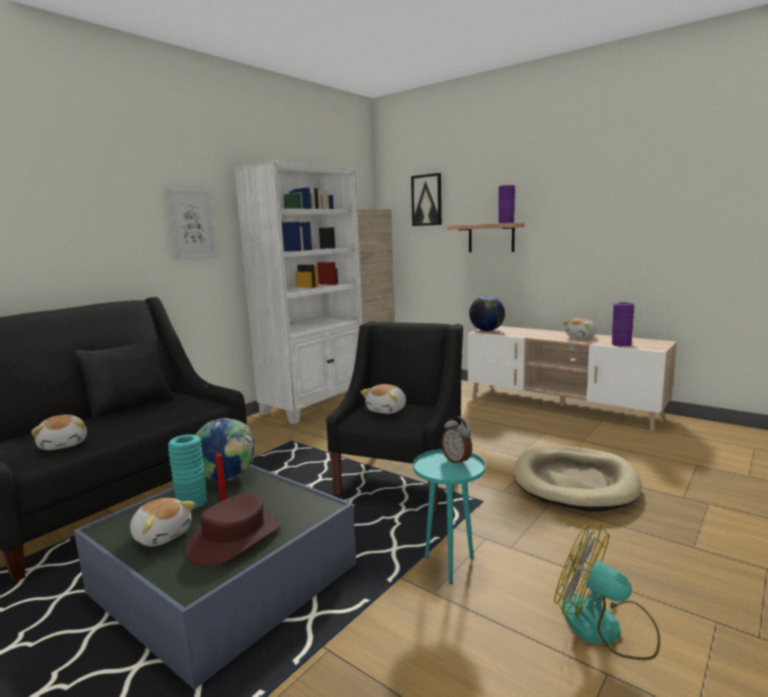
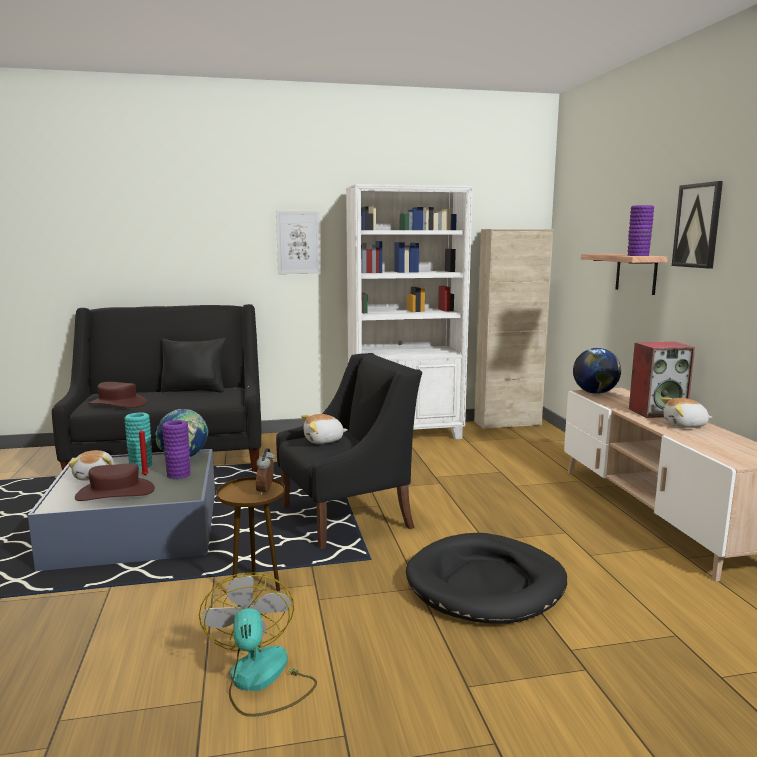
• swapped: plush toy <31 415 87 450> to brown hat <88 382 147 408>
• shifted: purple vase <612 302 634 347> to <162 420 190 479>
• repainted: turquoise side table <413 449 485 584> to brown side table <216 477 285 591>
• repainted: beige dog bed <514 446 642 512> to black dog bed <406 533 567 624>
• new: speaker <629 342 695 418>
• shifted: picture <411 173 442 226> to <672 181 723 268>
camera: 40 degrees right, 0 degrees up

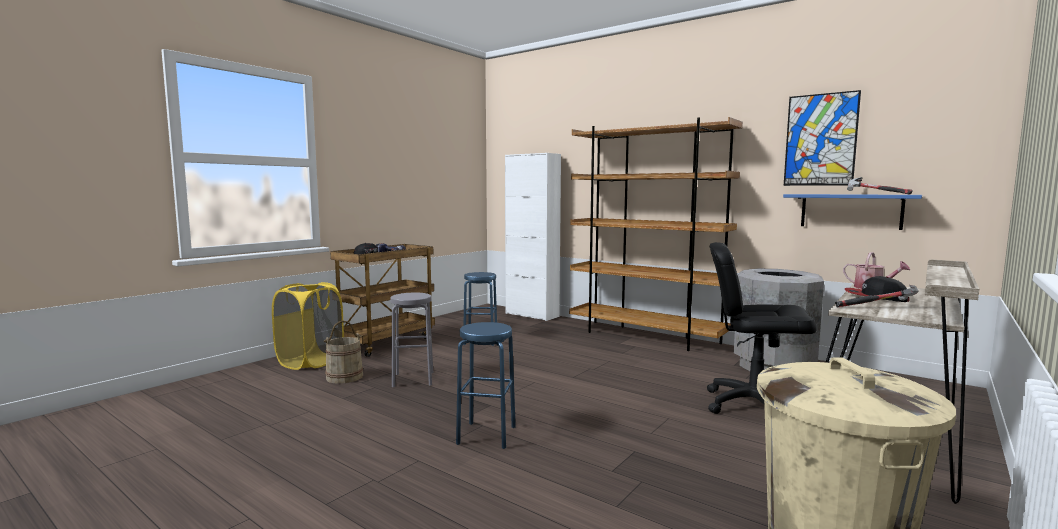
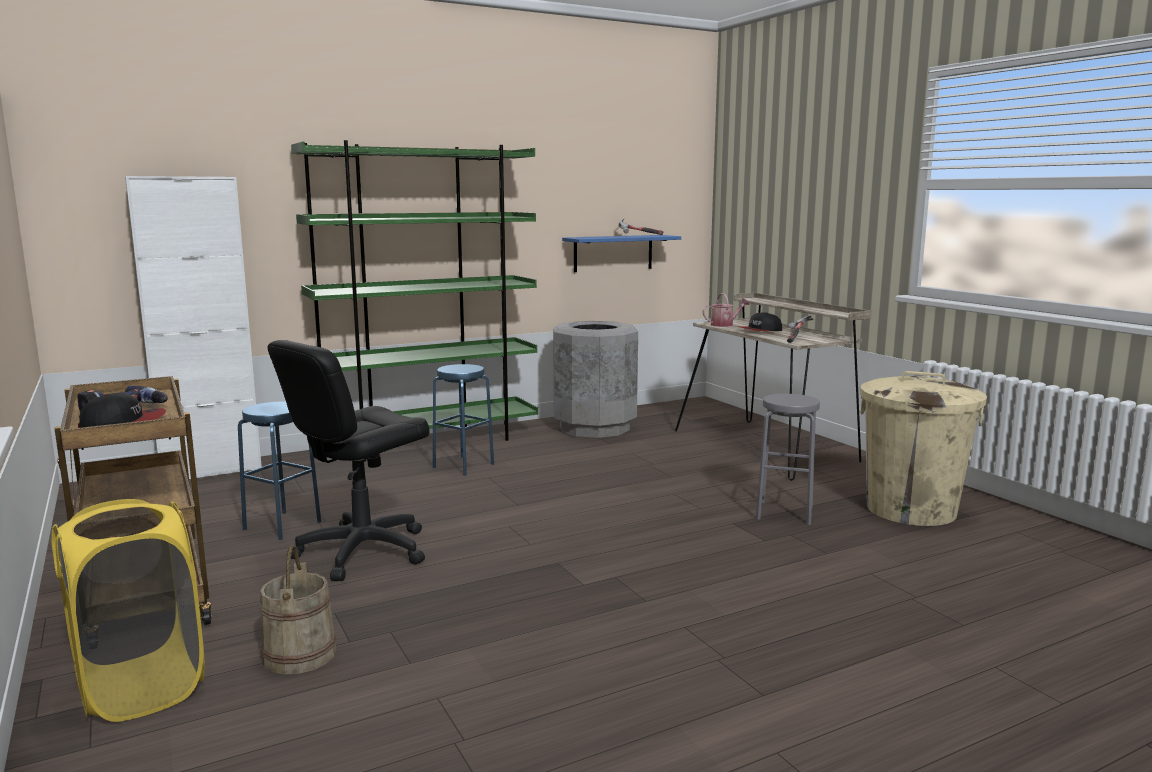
• shifted: black office chair <707 242 817 414> to <267 340 430 581>
• repainted: brown bookcase <569 117 743 351> to green bookcase <291 140 538 462>
• shifted: blue stool <456 322 516 449> to <433 364 494 476>
• shifted: grey stool <390 293 433 387> to <756 394 820 525>
• gone: picture <784 90 861 186>
camera: 65 degrees left, 5 degrees up

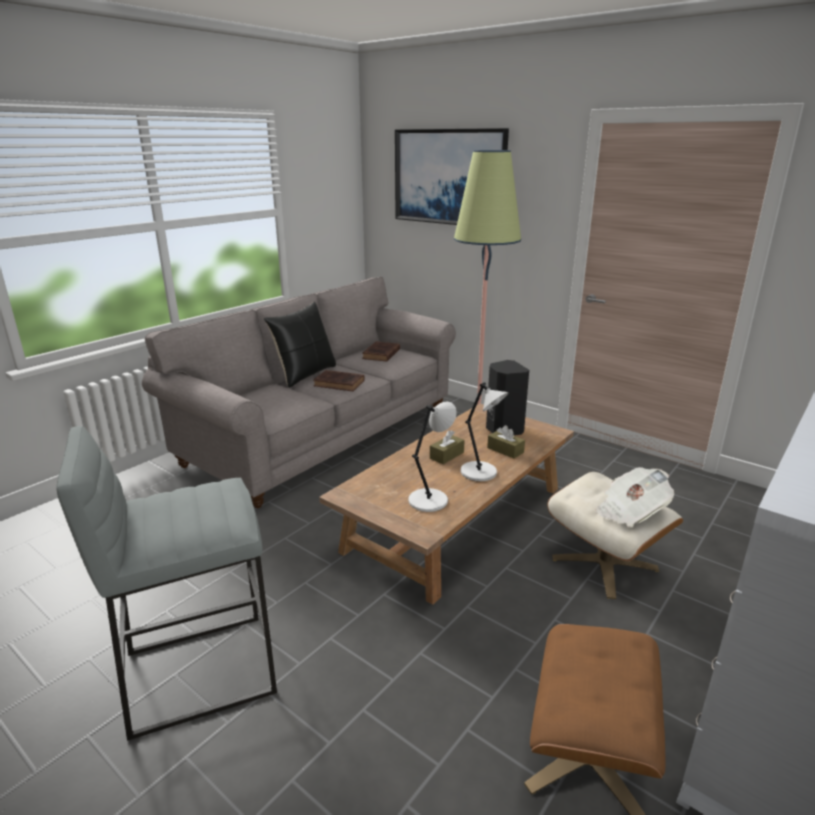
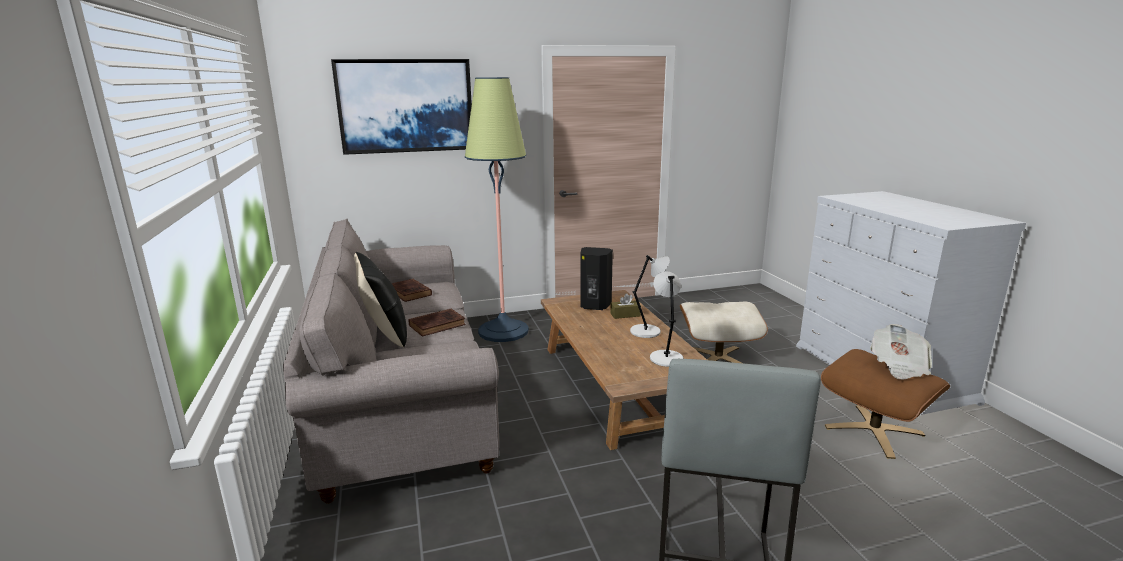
• shifted: newspaper <596 467 674 527> to <870 324 932 379>
• gone: brown tissue box <430 430 465 464>
camera: 55 degrees left, 5 degrees down

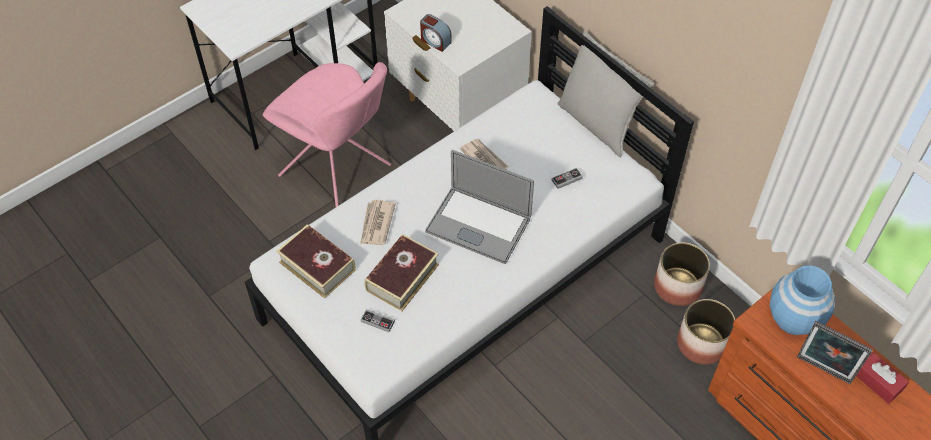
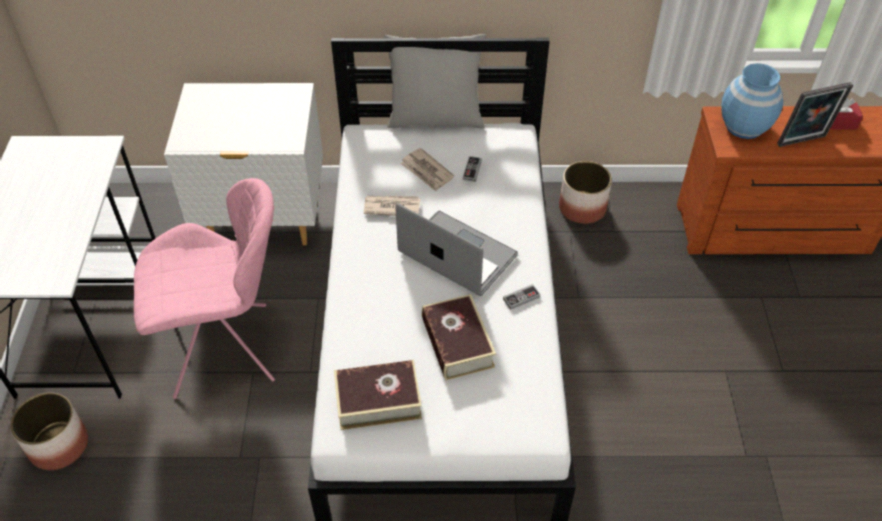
• shifted: planter <677 299 735 364> to <10 393 88 470>
• rotated: laptop <425 150 534 264> = <395 203 518 296> 120 degrees counterclockwise
• shifted: newspaper <360 200 396 245> to <400 148 454 192>
• shifted: game controller <361 309 395 332> to <503 284 540 310>
• gone: alarm clock <420 14 452 52>
camera: 50 degrees left, 5 degrees down

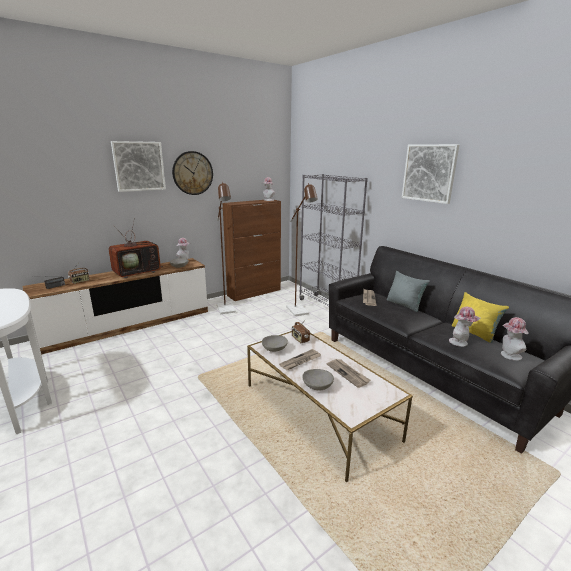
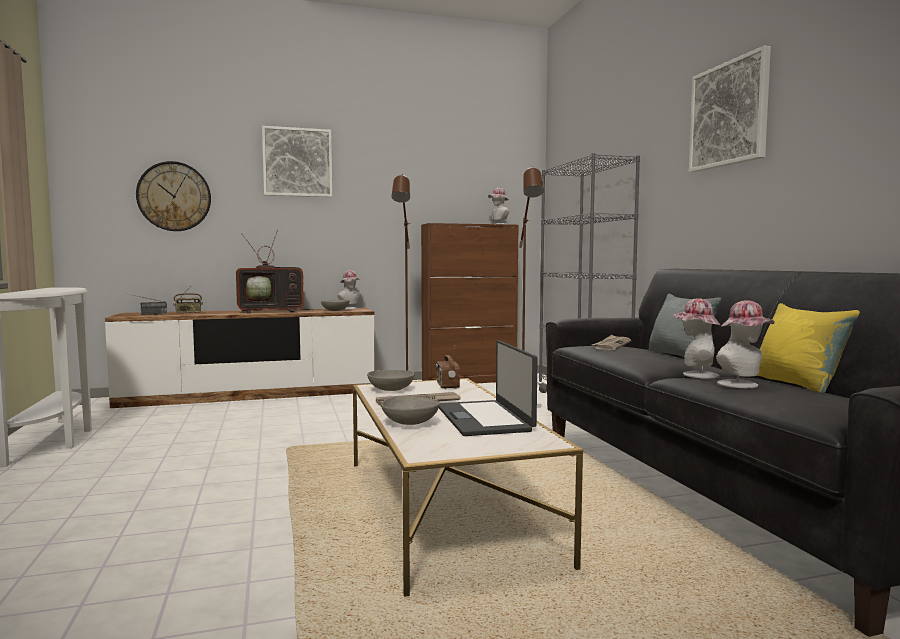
• shifted: wall clock <172 151 213 195> to <136 161 211 231>
• swapped: newspaper <327 359 371 388> to laptop <439 340 538 436>
• shifted: hat <501 317 529 361> to <673 299 720 379>
camera: 20 degrees right, 15 degrees down

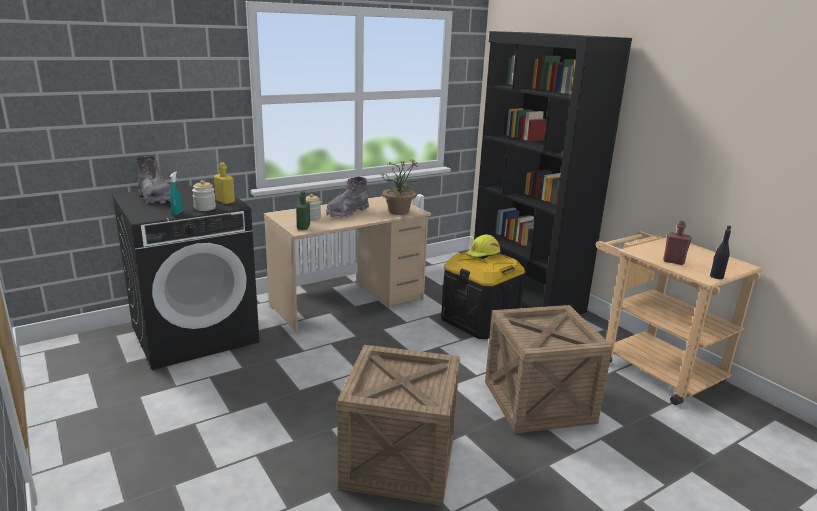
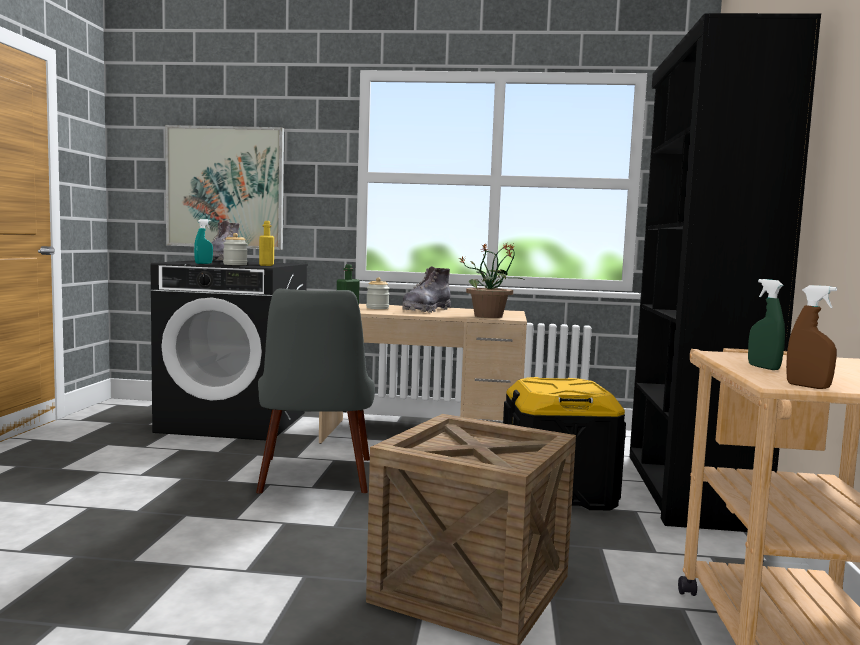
• new: picture <165 125 284 250>
• new: grey chair <256 289 375 493>
• rotated: grey boot <326 177 369 218> = <402 266 451 313> 45 degrees counterclockwise
• swapped: red bottle <663 221 692 265> to green spray bottle <748 279 785 370>
• swapped: black bottle <710 226 731 279> to brown spray bottle <786 285 837 389>
• gone: crate <337 345 460 506>
• gone: yellow hard hat <466 234 501 261>
camera: 40 degrees right, 15 degrees down

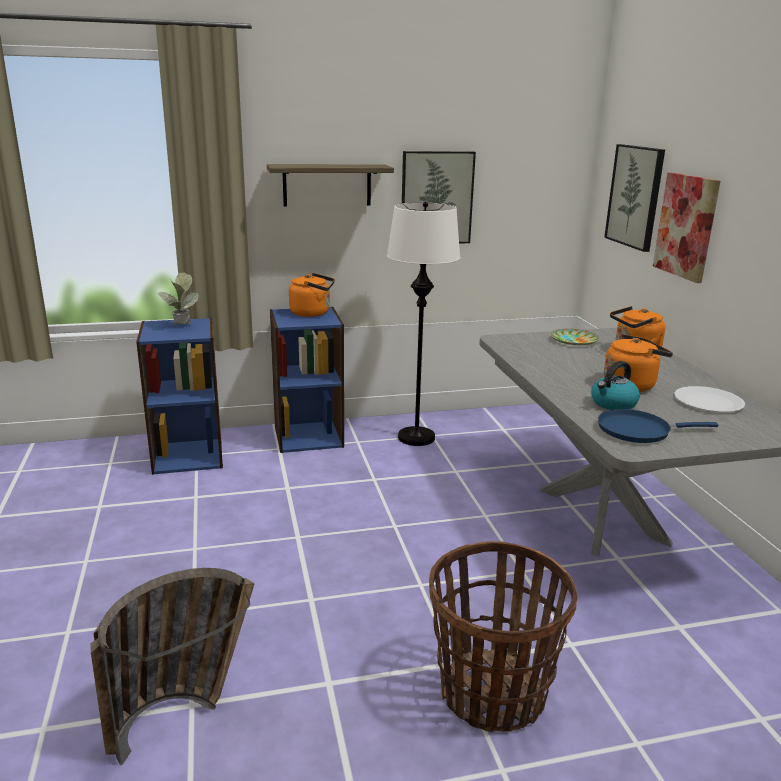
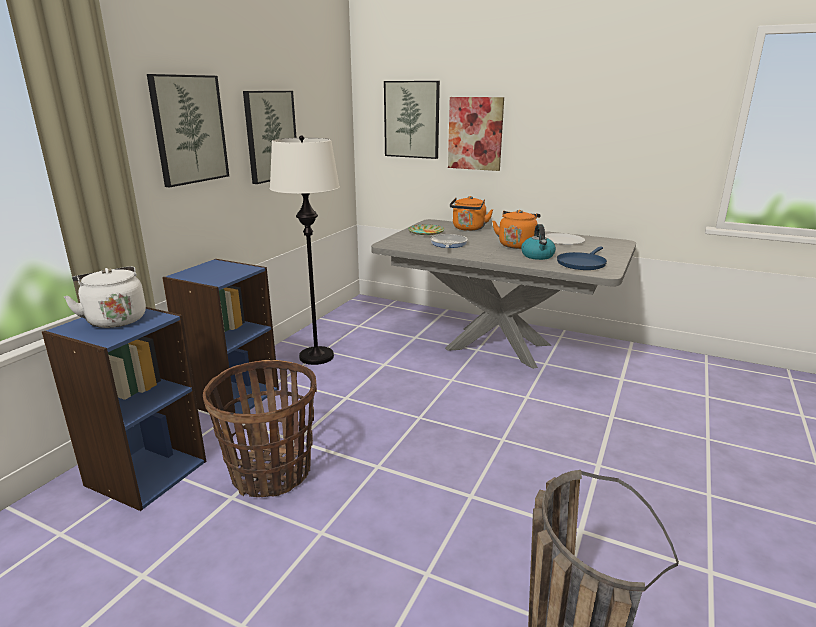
• swapped: potted plant <158 273 199 325> to white kettle <64 266 146 328>
• swapped: shelf <267 164 394 207> to picture <147 74 229 187>
• shifted: basket <429 541 577 732> to <203 360 317 497>
• new: frying pan <430 234 468 248>
• gone: orange kettle <289 273 335 317>
camera: 50 degrees left, 0 degrees up

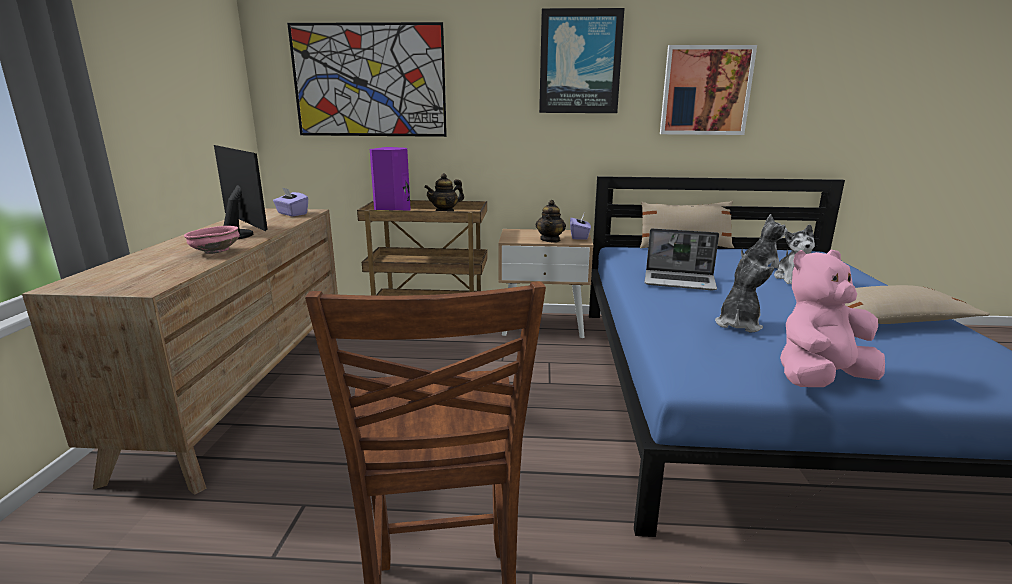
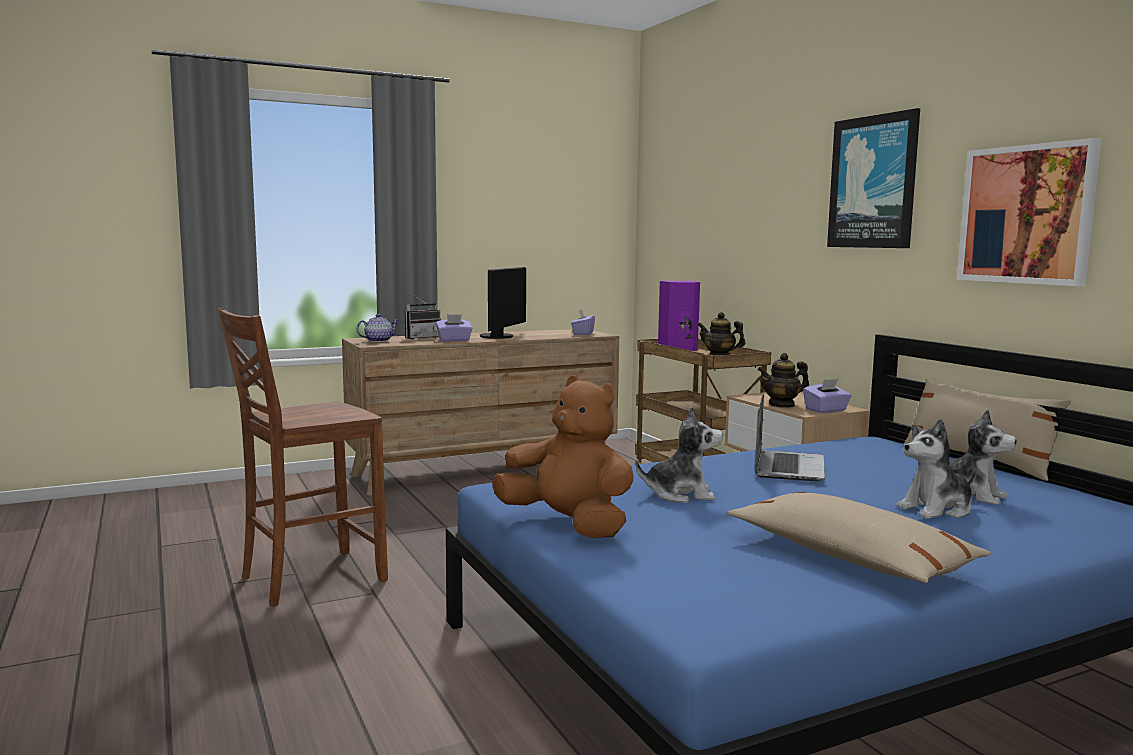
• new: teapot <356 314 398 342>
• new: radio <405 295 441 339>
• swapped: pink bowl <184 226 240 254> to purple tissue box <436 314 473 342>
• repainted: pink plush toy <780 250 885 387> to brown plush toy <492 376 633 538>
• rotated: laptop <644 228 719 290> = <755 394 825 481> 150 degrees counterclockwise
• gone: picture <287 22 447 137>
camera: 60 degrees right, 10 degrees down

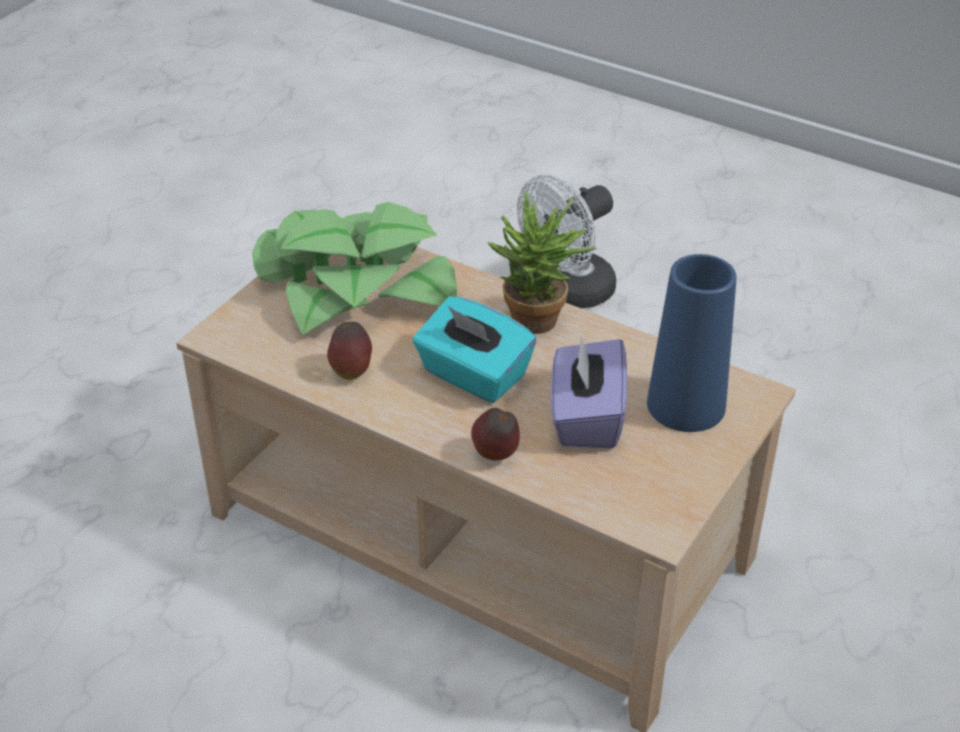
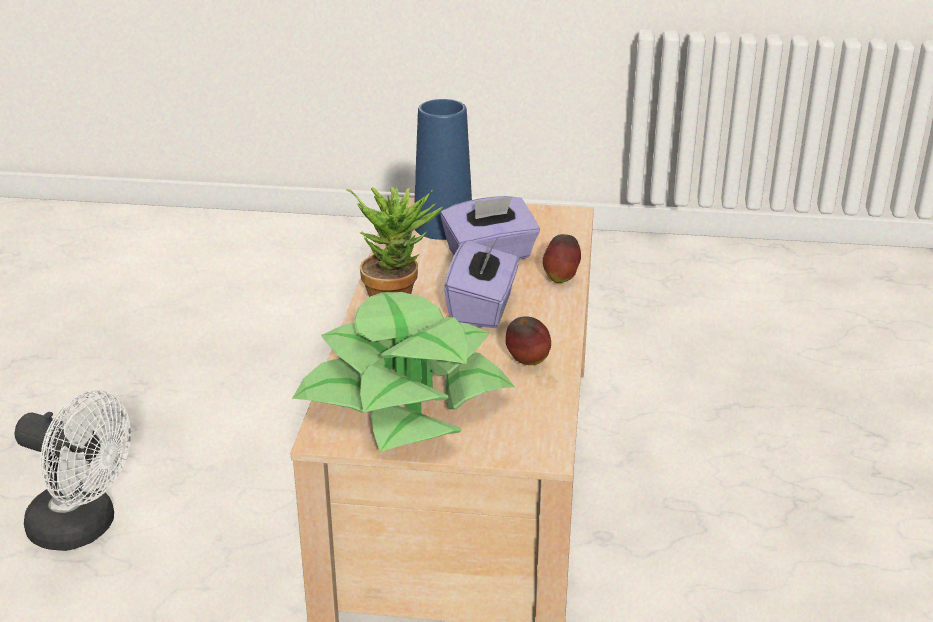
• repainted: turquoise tissue box <413 296 536 403> to purple tissue box <444 237 519 328>
camera: 115 degrees left, 10 degrees down

